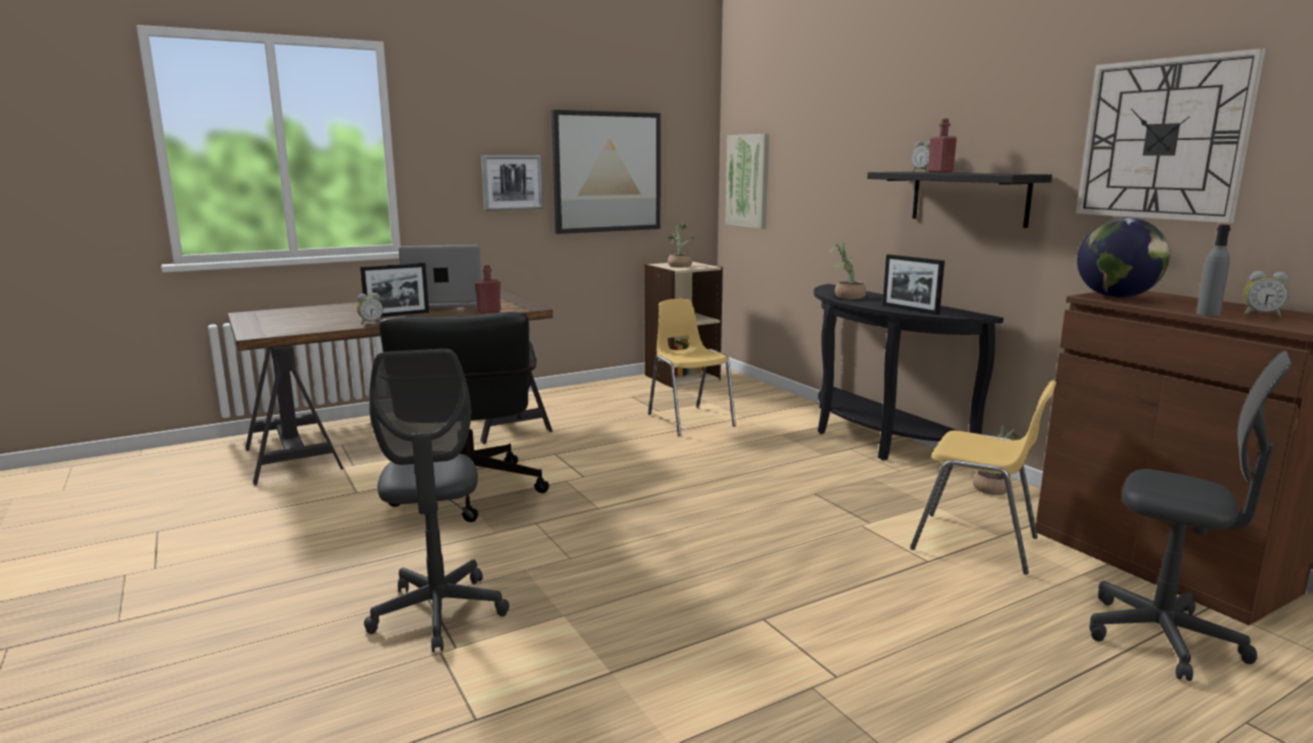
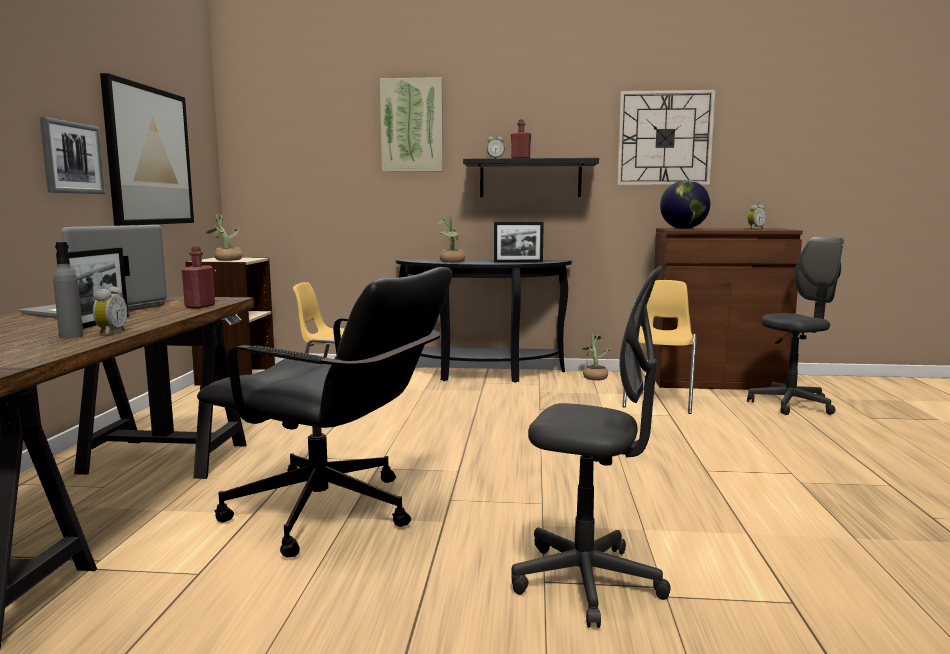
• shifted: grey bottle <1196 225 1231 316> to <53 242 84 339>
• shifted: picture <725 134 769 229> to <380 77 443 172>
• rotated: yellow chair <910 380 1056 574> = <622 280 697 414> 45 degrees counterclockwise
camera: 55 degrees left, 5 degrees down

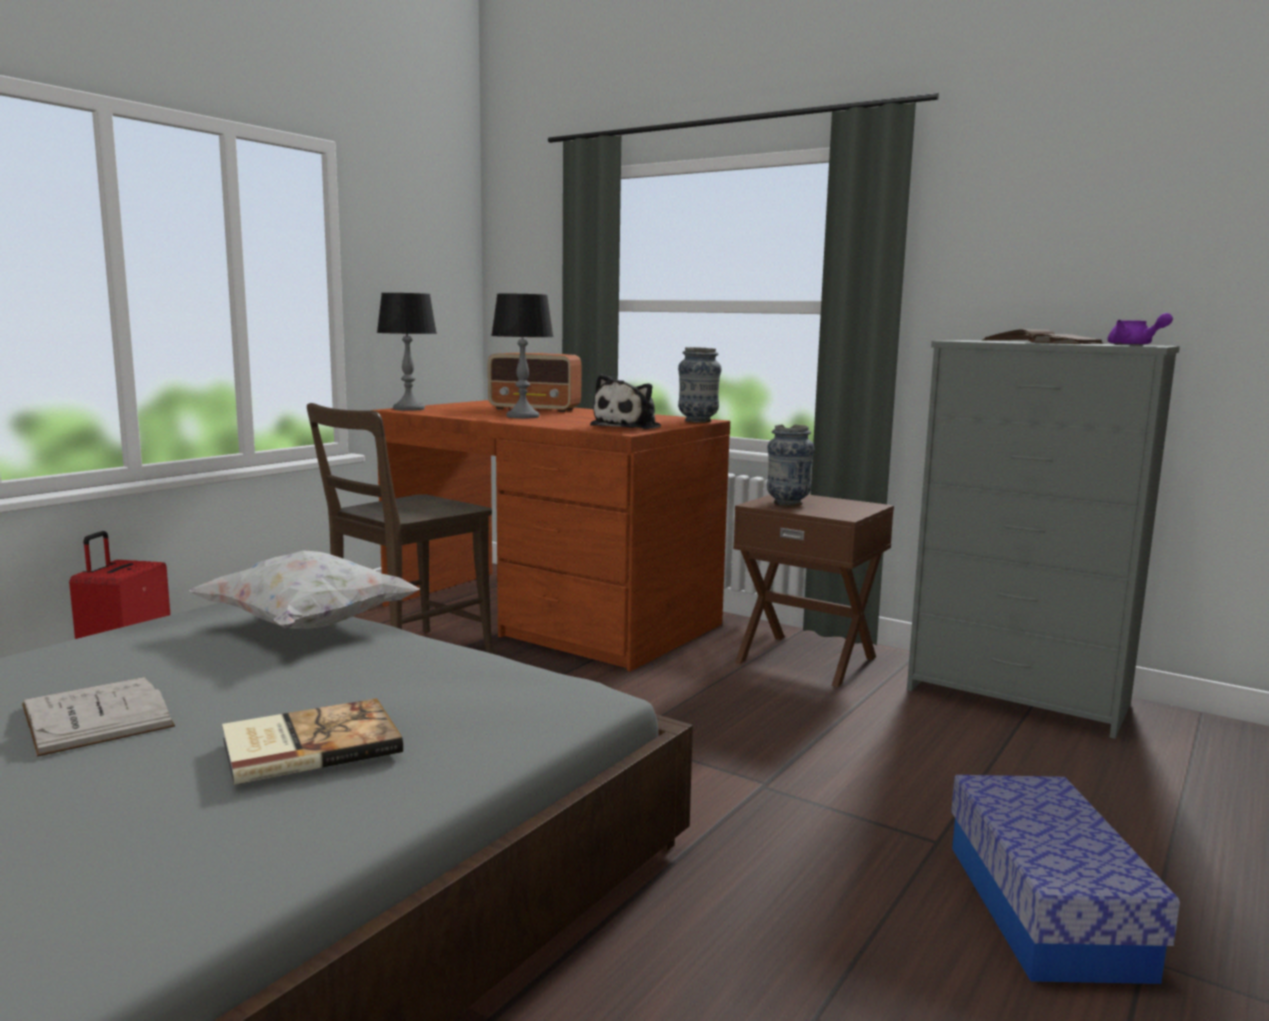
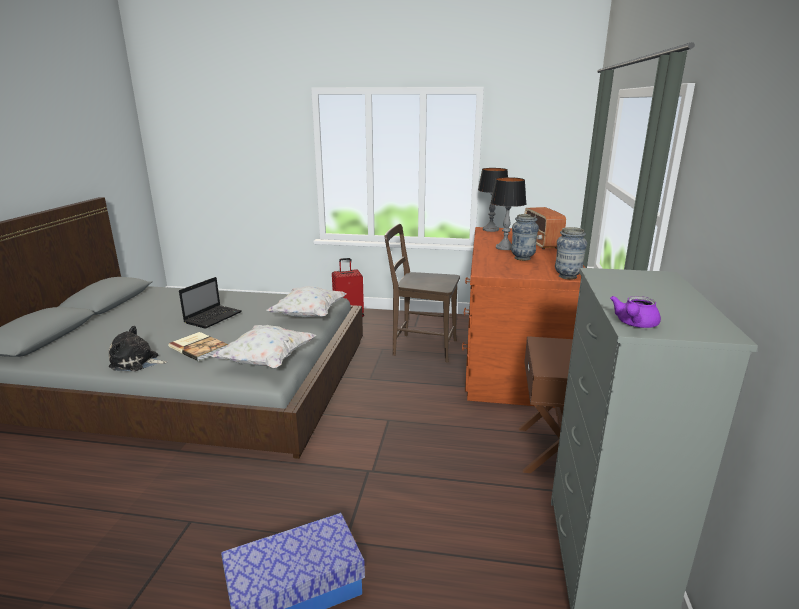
• shifted: plush toy <590 374 661 429> to <109 326 168 371>
• swapped: white book <22 677 175 757> to laptop <179 277 242 329>
• new: white pillow <211 325 316 369>
• shifted: vase <767 425 814 506> to <511 214 539 261>
• gone: brown book <984 329 1104 344>
camera: 65 degrees right, 10 degrees up

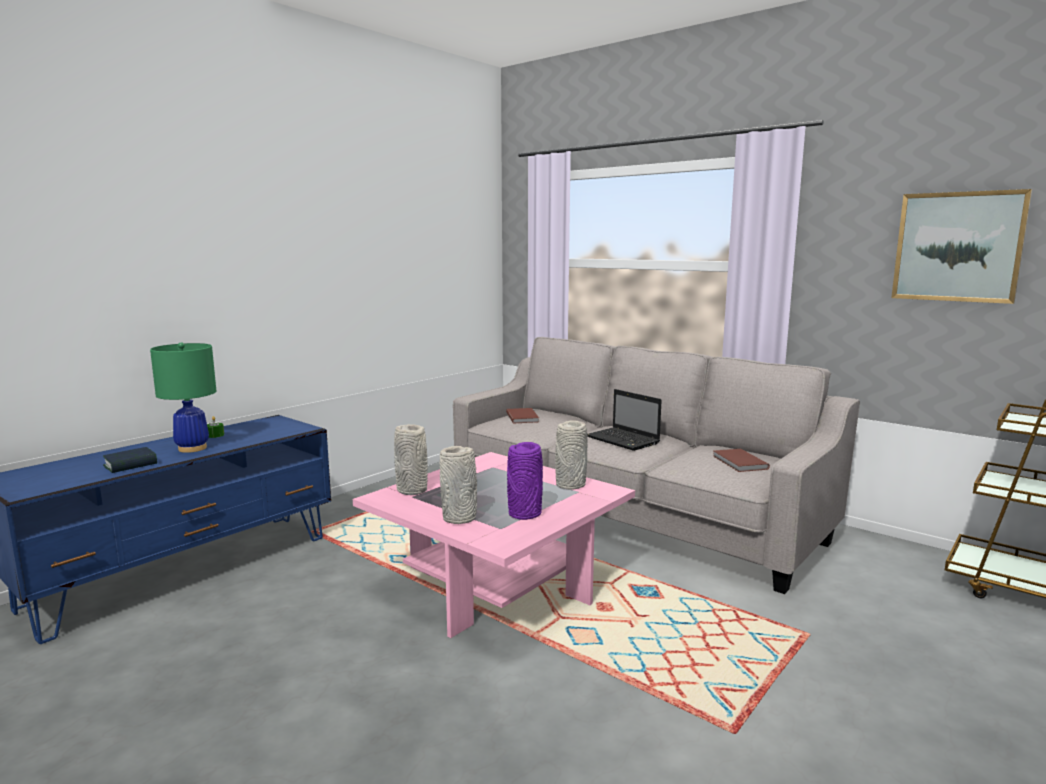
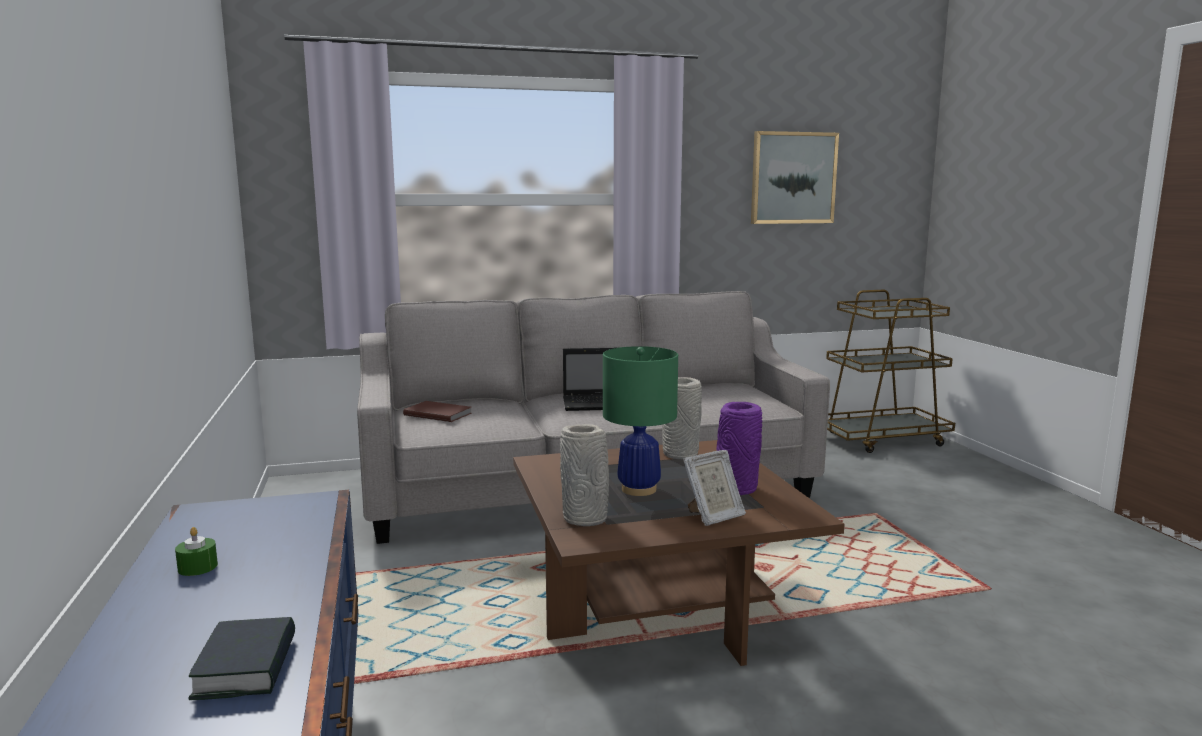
• repainted: pink coffee table <353 452 635 638> to brown coffee table <513 440 845 666>
• shifted: green table lamp <150 342 216 453> to <603 346 678 496>
• swapped: grey vase <440 446 477 524> to picture frame <683 450 746 526>
• gone: brown book <713 449 770 472>
camera: 55 degrees left, 0 degrees up

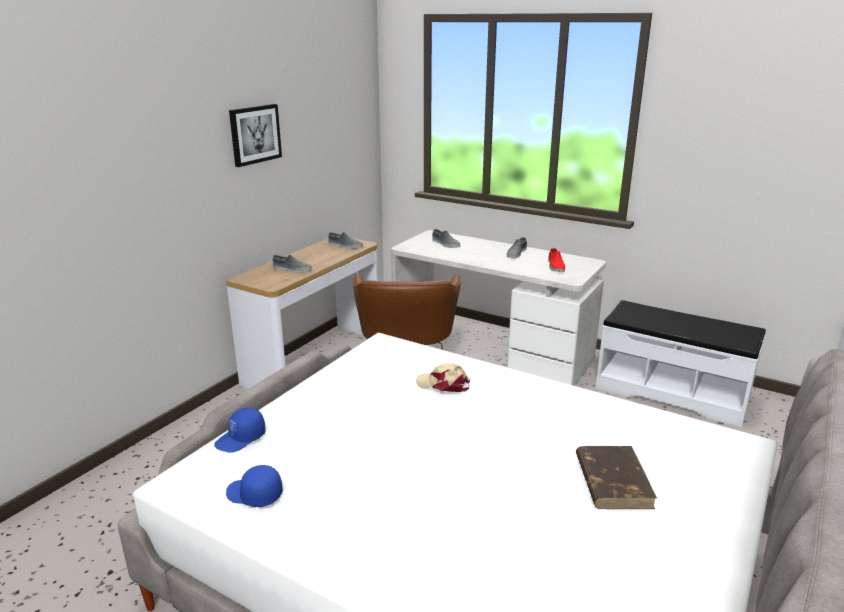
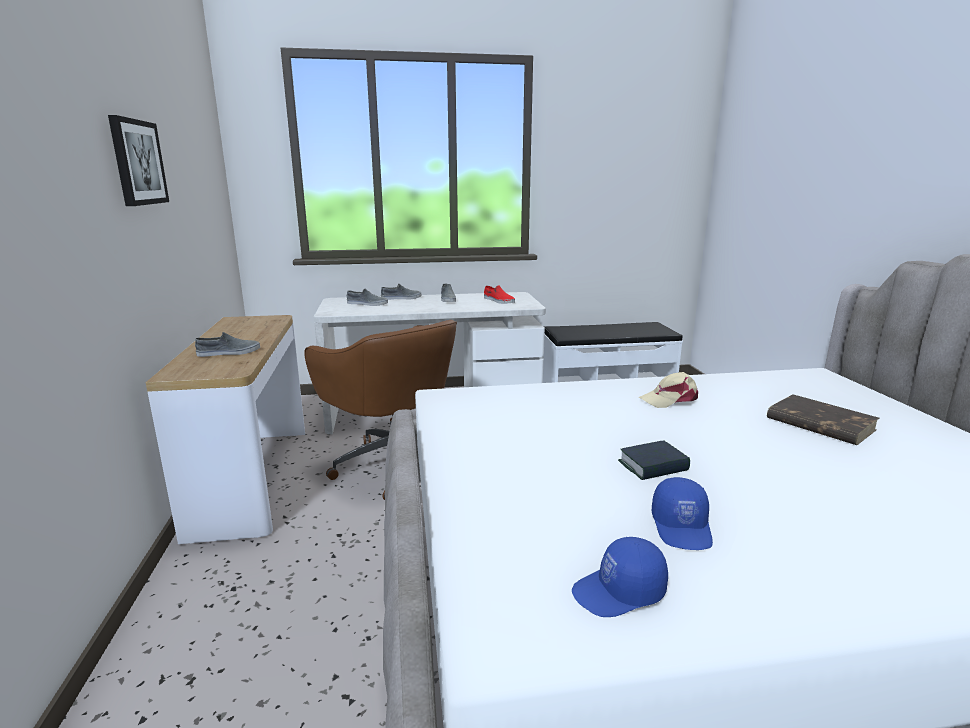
• shifted: grey shoe <328 232 363 249> to <381 284 422 300>
• new: book <618 440 690 480>
• shifted: beige cap <416 364 470 392> to <639 372 698 408>
• shifted: blue cap <214 408 266 453> to <652 477 713 550>
camera: 40 degrees left, 5 degrees down

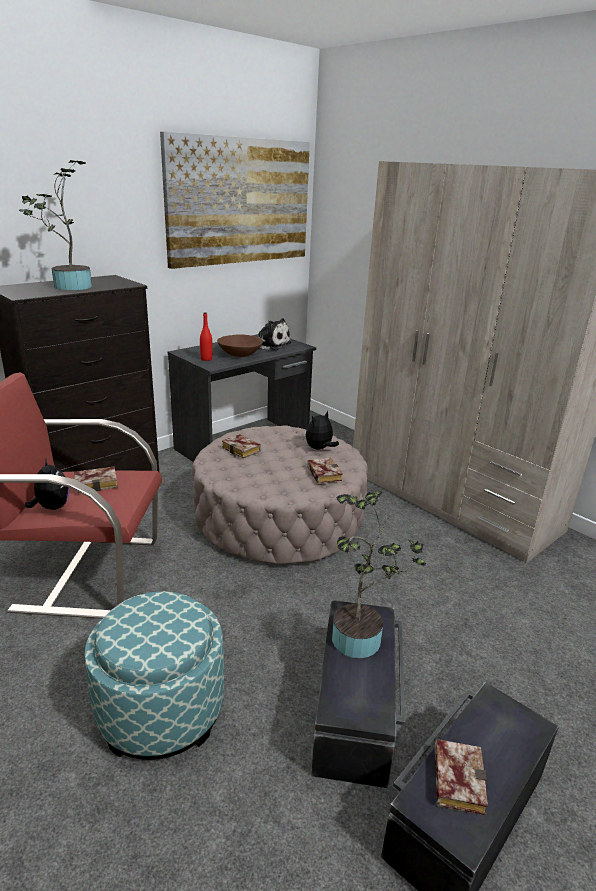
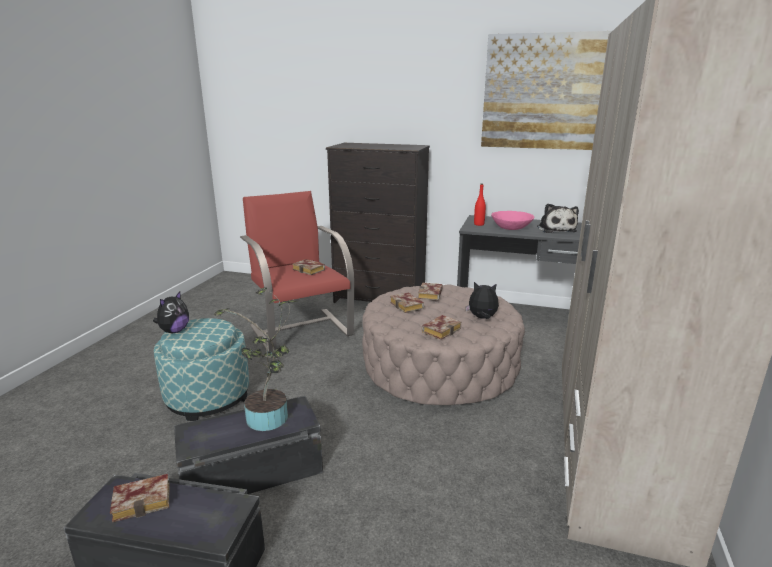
• shifted: plush toy <25 457 69 510> to <153 292 189 333>
• new: book <390 292 424 313>
• repainted: brown bowl <217 334 263 357> to pink bowl <491 211 535 230>
• gone: potted plant <19 160 92 290>
camera: 60 degrees right, 5 degrees down

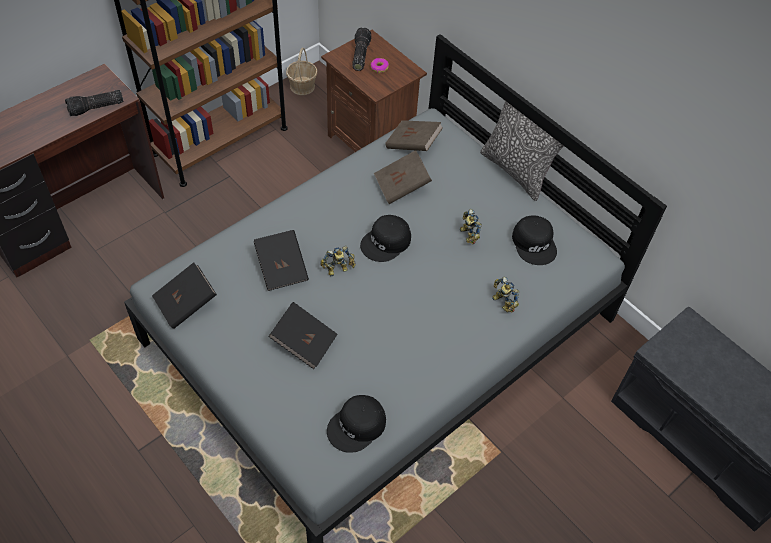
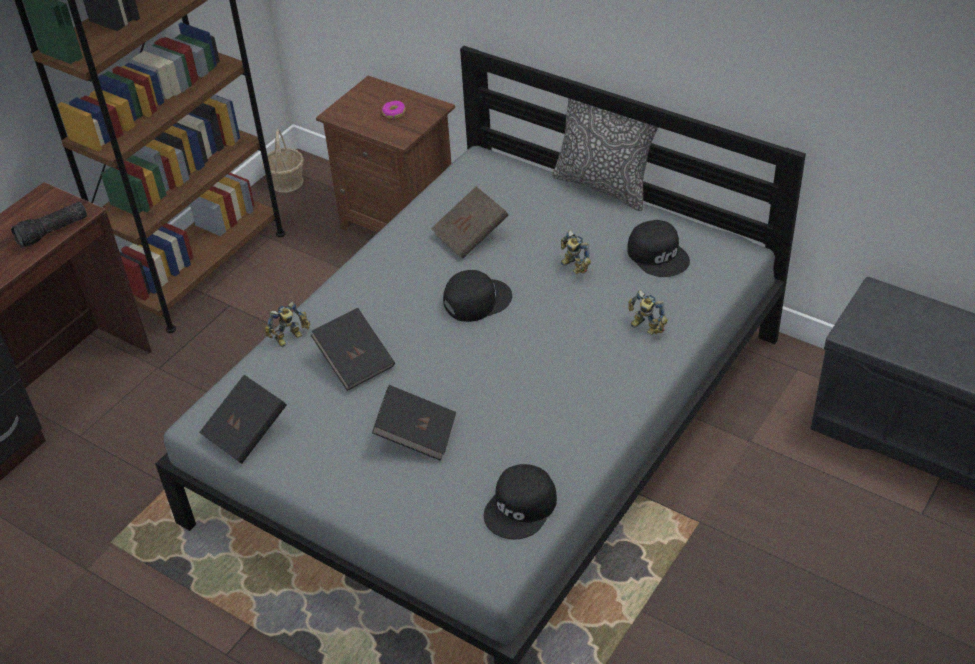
• shifted: toy robot <320 246 356 276> to <265 302 310 347>
• rotated: black cap <360 215 411 262> = <443 270 512 322> 150 degrees counterclockwise
• gone: flashlight <352 28 371 71>
• gone: brown book <385 120 443 151>
camera: 10 degrees left, 10 degrees down

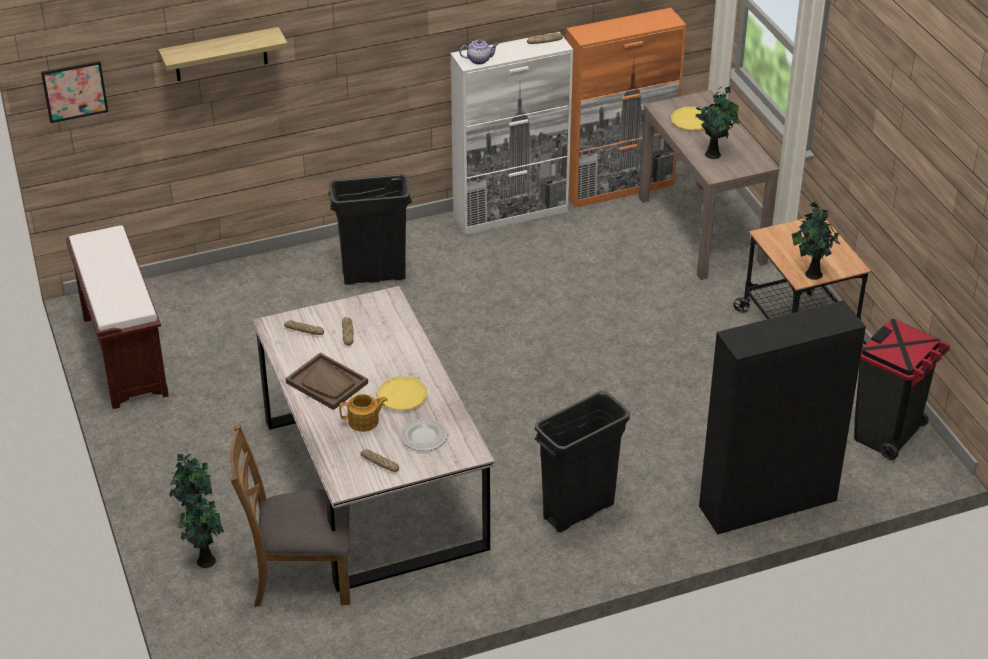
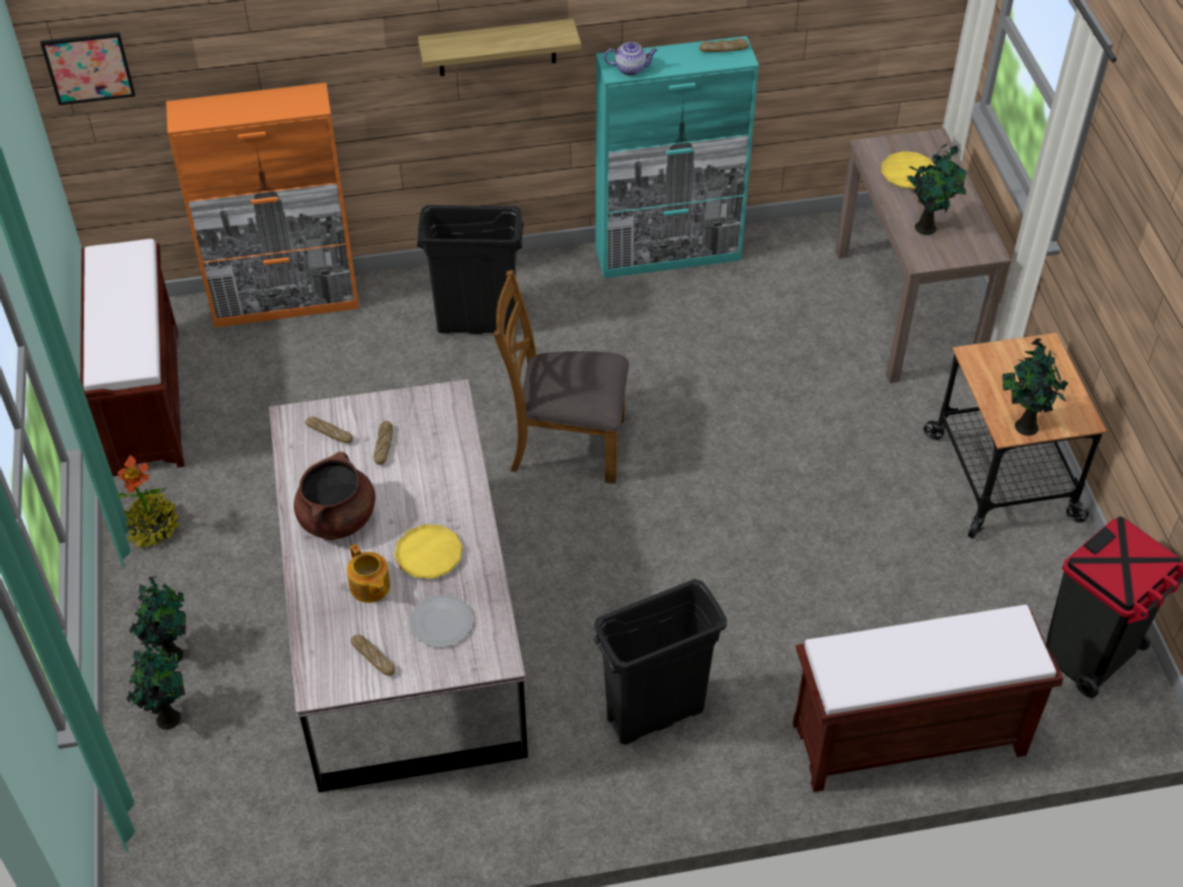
• new: potted plant <117 455 179 549>
• shifted: orange cabinet <566 8 686 208> to <166 83 359 327>
• swapped: brown tray <286 353 368 410> to brown cooking pot <294 451 375 540>
• rotated: teapot <339 394 388 432> = <347 544 391 603> 60 degrees clockwise
• shifted: shelf <158 27 288 81> to <418 19 581 76>
• shifted: brown chair <230 424 350 607> to <494 270 629 484>
• repainted: white cabinet <451 32 573 235> to turquoise cabinet <596 36 759 278>
• swapped: black cabinet <699 300 866 535> to brown bench <793 605 1064 792>
camera: 10 degrees right, 10 degrees up

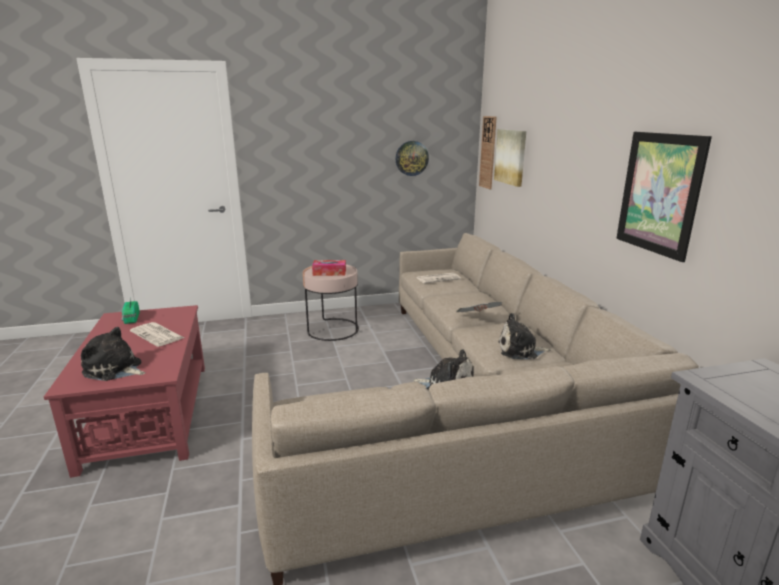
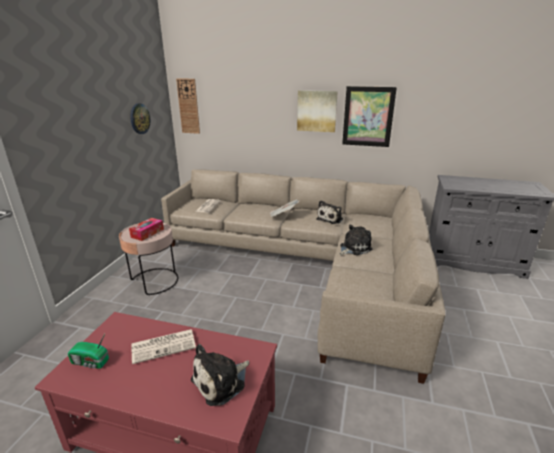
• shifted: picture <494 129 526 187> to <297 90 338 132>
camera: 60 degrees left, 5 degrees up

